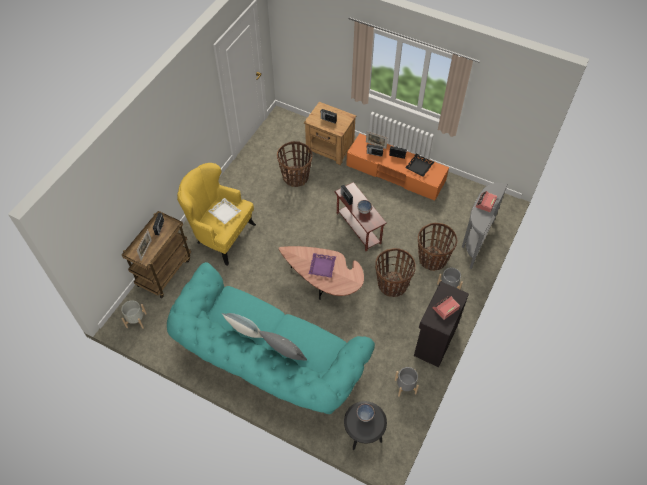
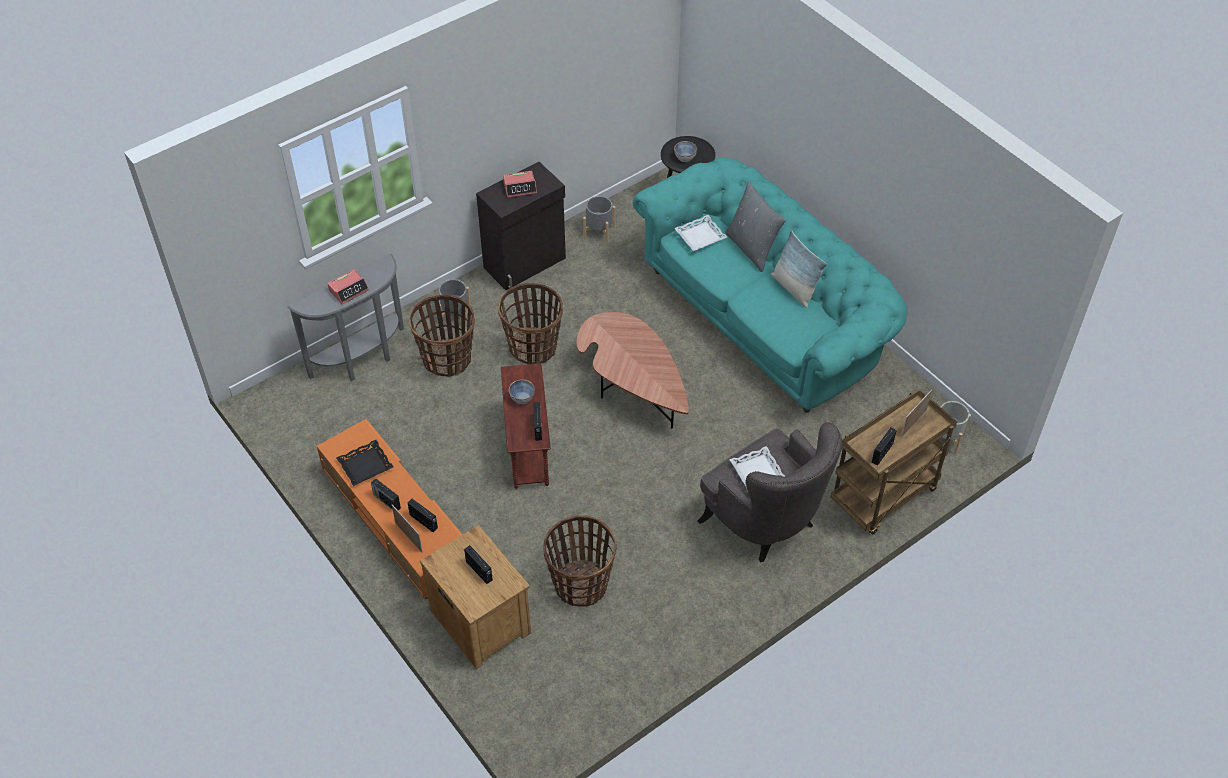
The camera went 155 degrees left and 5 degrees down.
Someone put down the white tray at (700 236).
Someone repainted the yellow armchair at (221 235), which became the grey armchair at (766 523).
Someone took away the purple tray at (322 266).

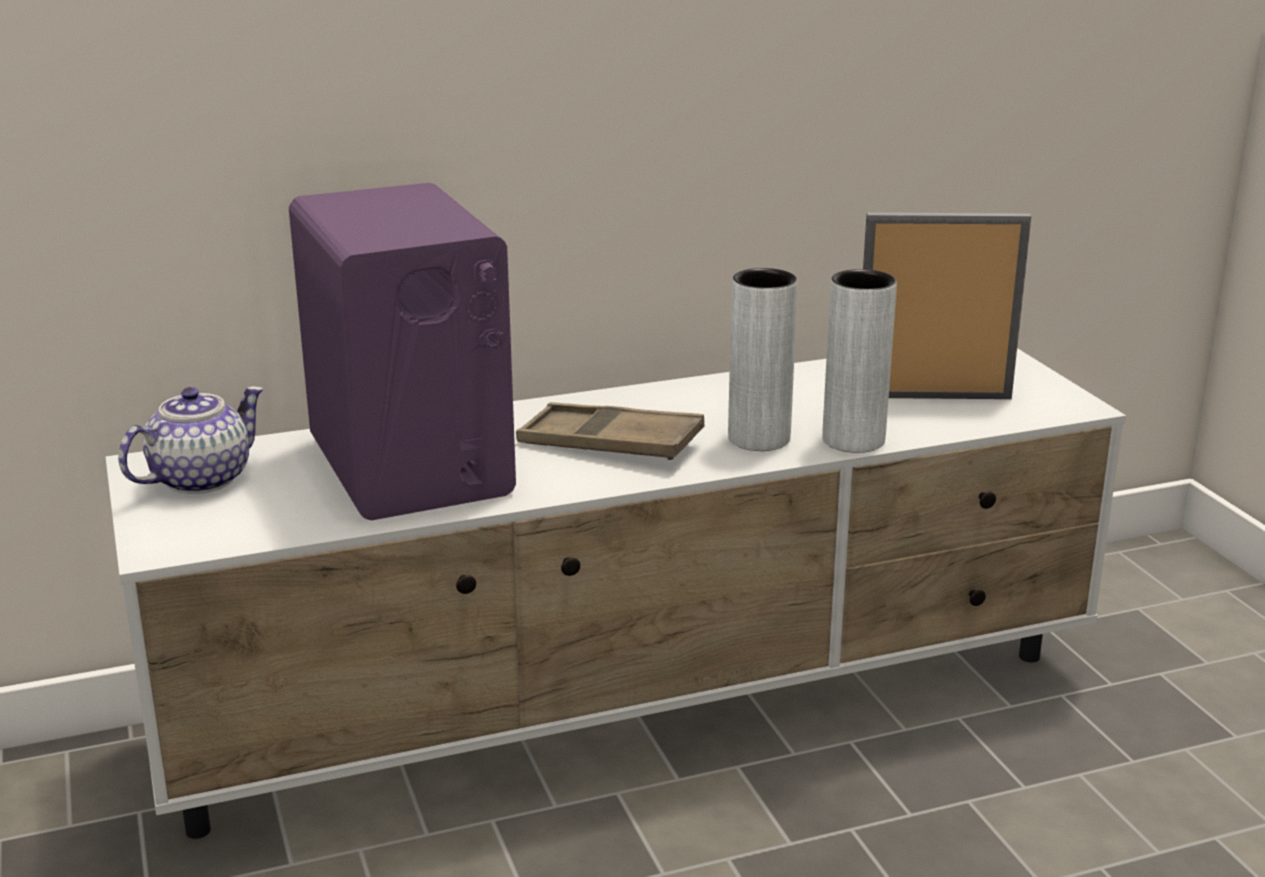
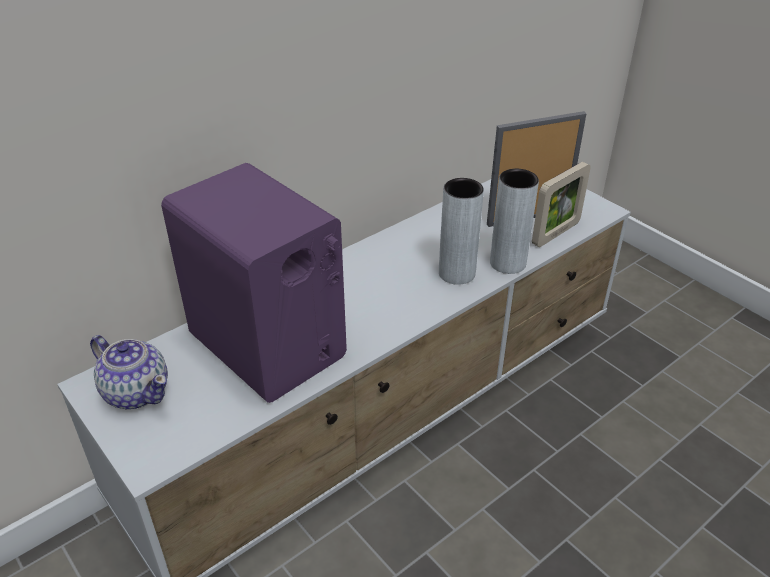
The camera went 20 degrees left and 15 degrees up.
Someone rotated the teapot at (199 479) by 105 degrees clockwise.
Someone put down the picture frame at (555 233).
Someone took away the brown tray at (610 443).

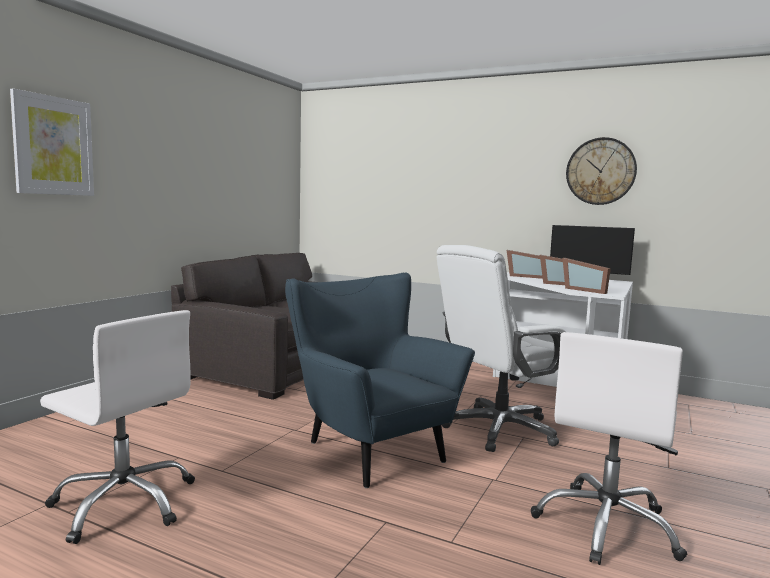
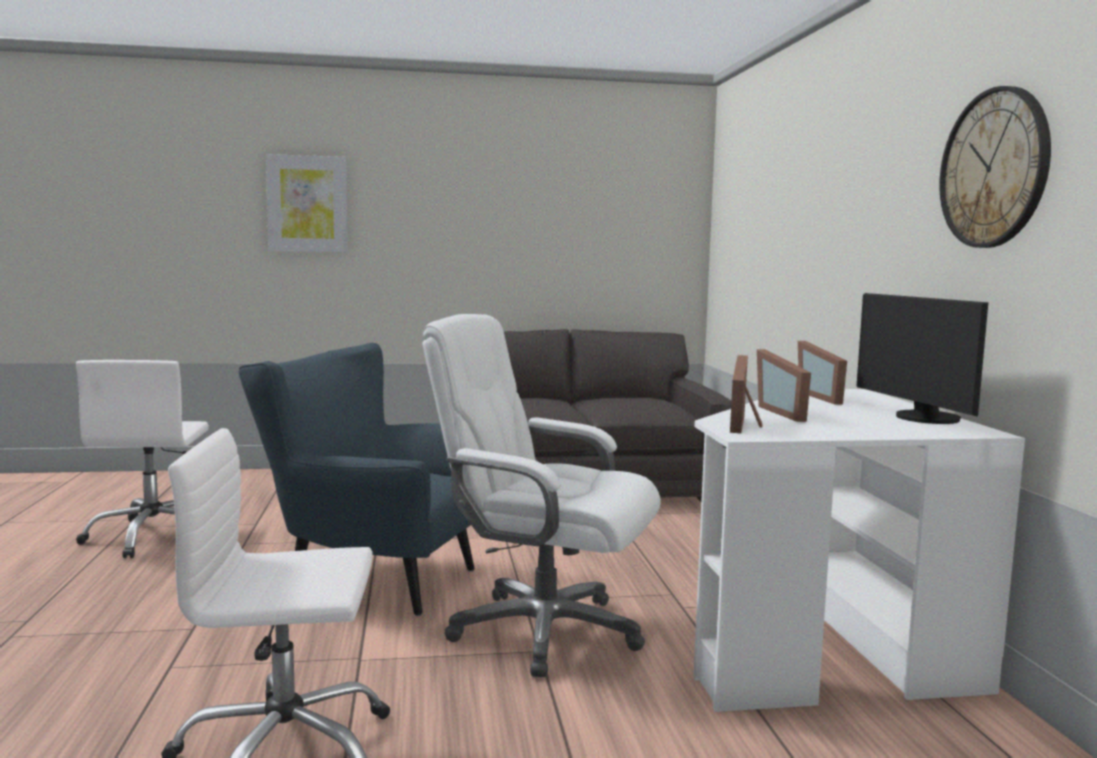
The camera went 55 degrees right and 0 degrees up.
Someone rotated the blue armchair at (367 448) by 90 degrees counterclockwise.

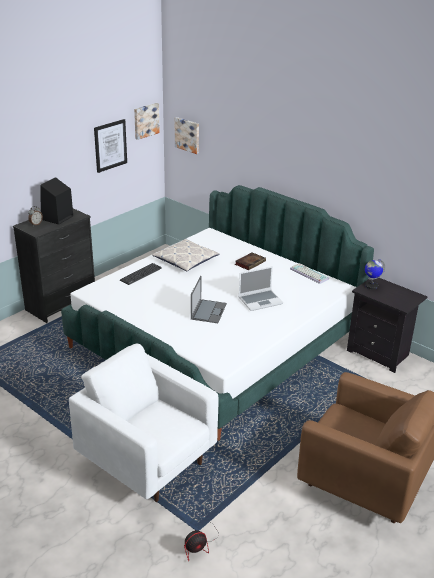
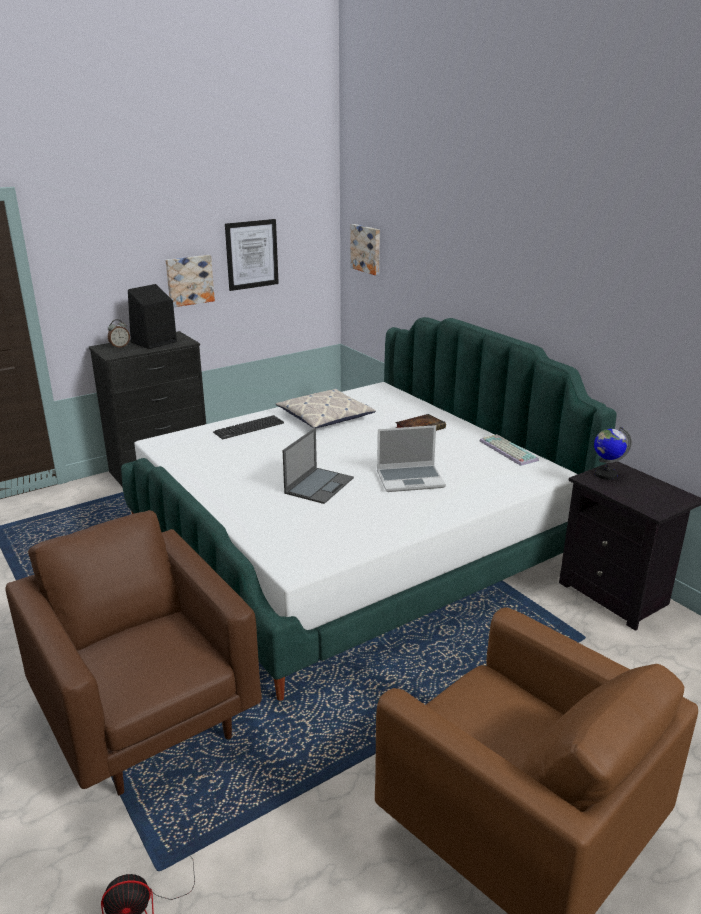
The camera went 15 degrees right and 5 degrees down.
Someone repainted the white armchair at (147 461), which became the brown armchair at (147 716).
Someone carried the picture from (145 120) to (189 280).

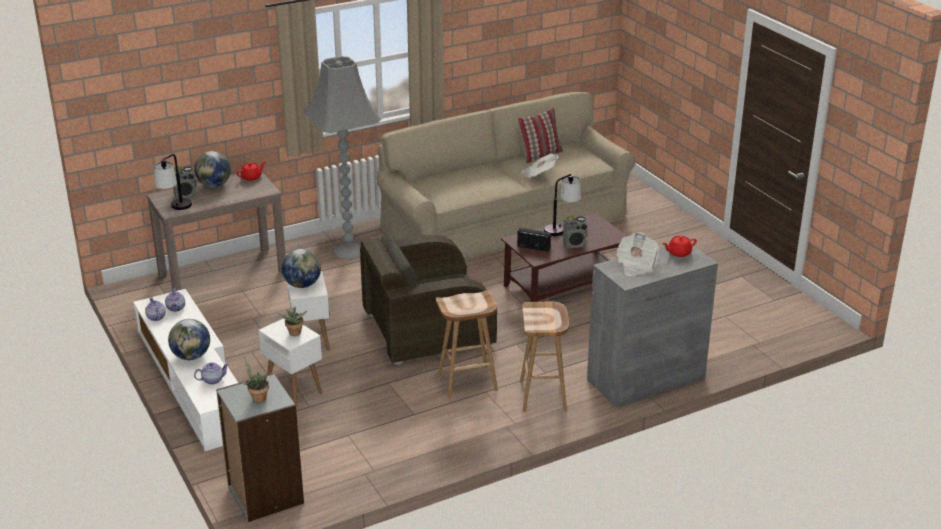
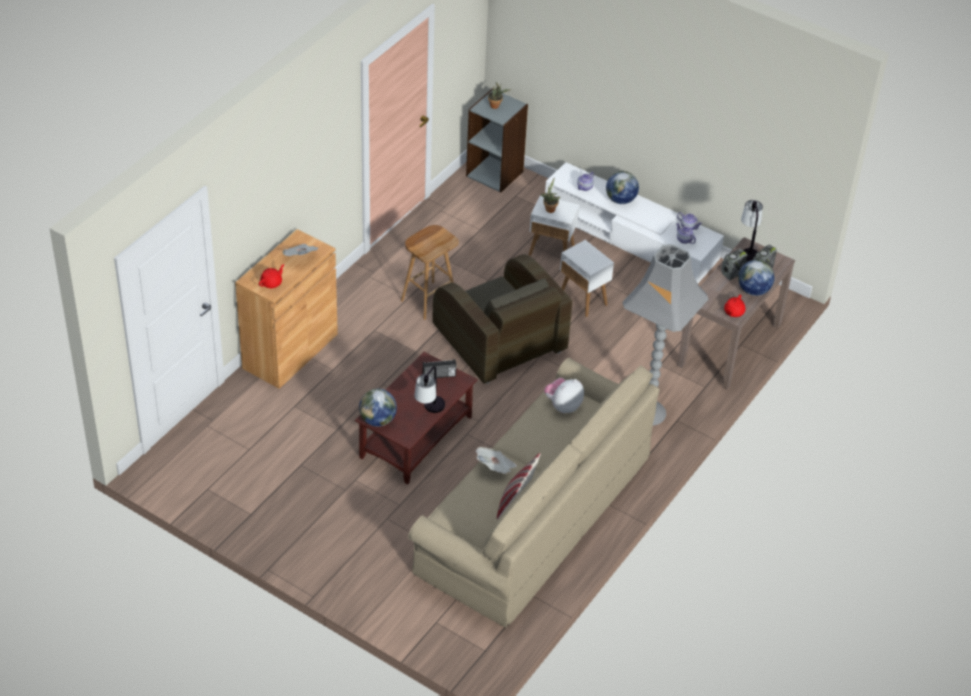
The camera went 150 degrees right and 15 degrees up.
Someone repainted the grey cabinet at (646 378), which became the brown cabinet at (290 351).
Someone carried the globe from (302 285) to (377 420).
Someone rotated the brown armchair at (426 330) by 105 degrees clockwise.
Someone put down the plush toy at (563 406).
Someone carried the radio from (575 244) to (732 273).
Someone took away the brown stool at (543 396).

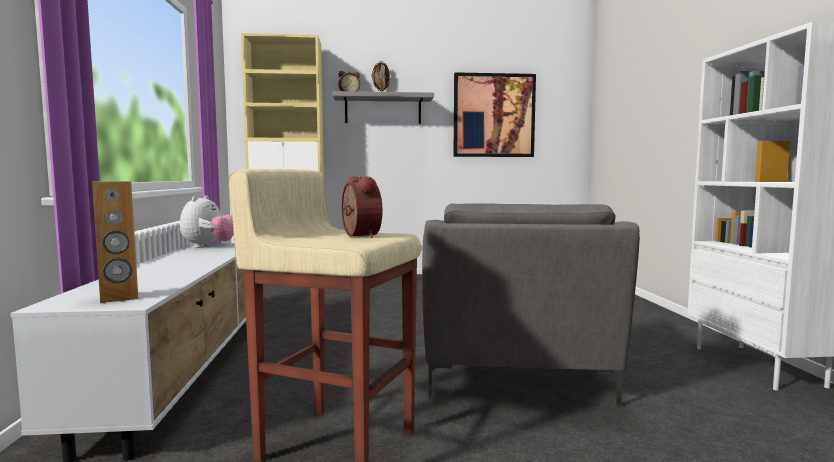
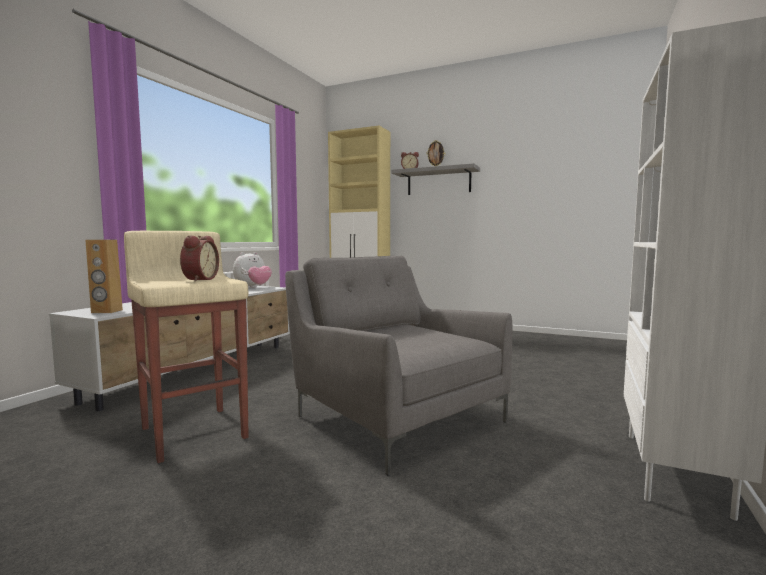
The camera went 30 degrees right and 0 degrees up.
Someone rotated the grey armchair at (514 372) by 105 degrees clockwise.
Someone took away the picture at (494 115).

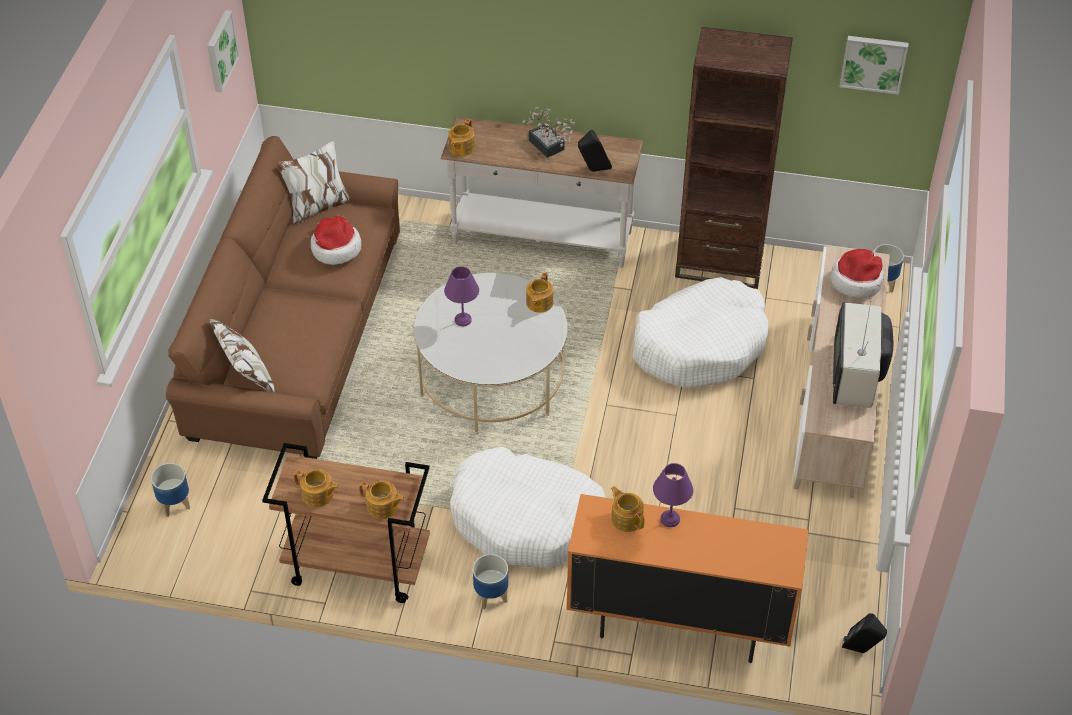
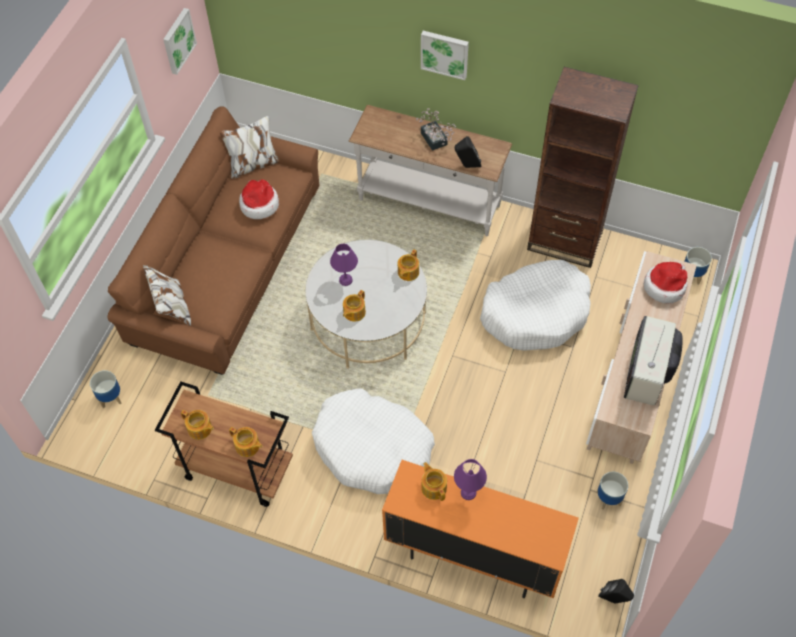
The camera went 10 degrees right and 10 degrees up.
Someone carried the teapot from (461 148) to (353 312).
Someone carried the picture from (873 63) to (445 53).
Someone carried the planter from (490 596) to (608 498).

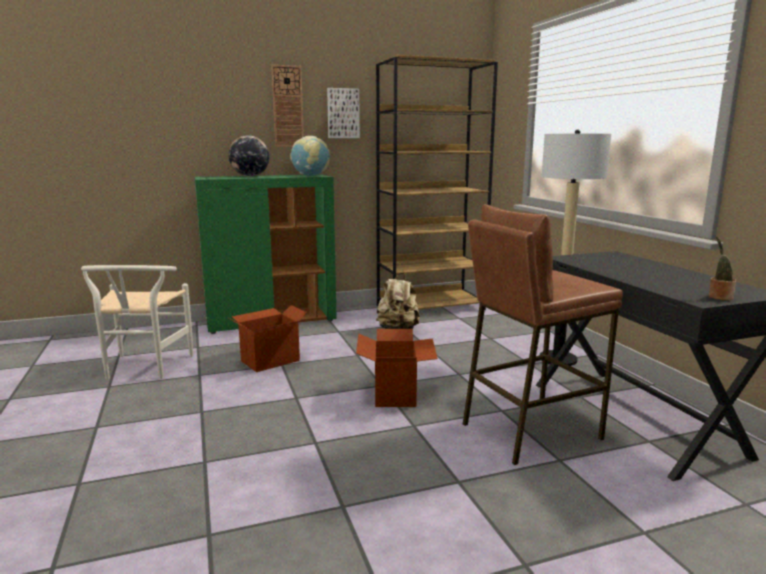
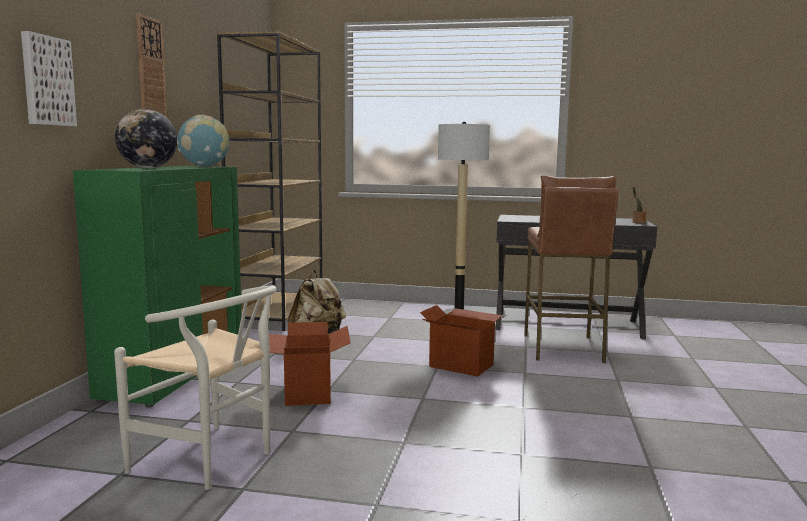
The camera went 60 degrees left and 5 degrees down.
Someone carried the picture from (343 113) to (46 81).

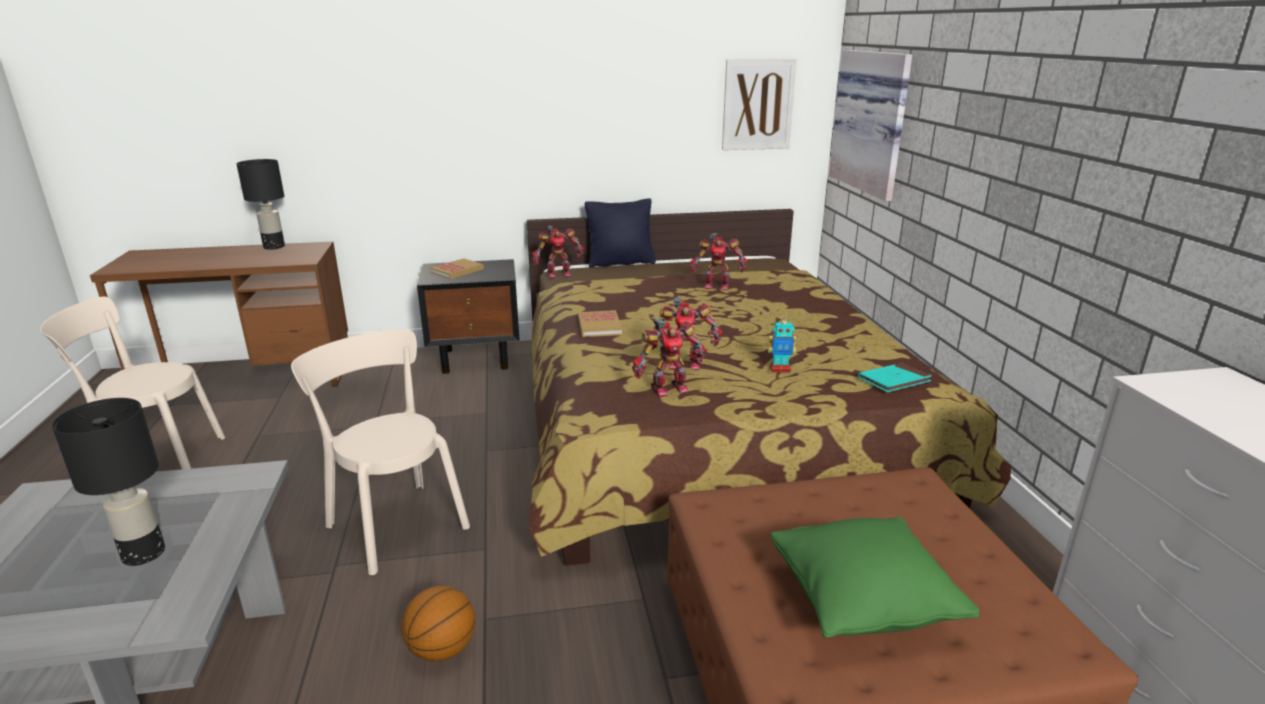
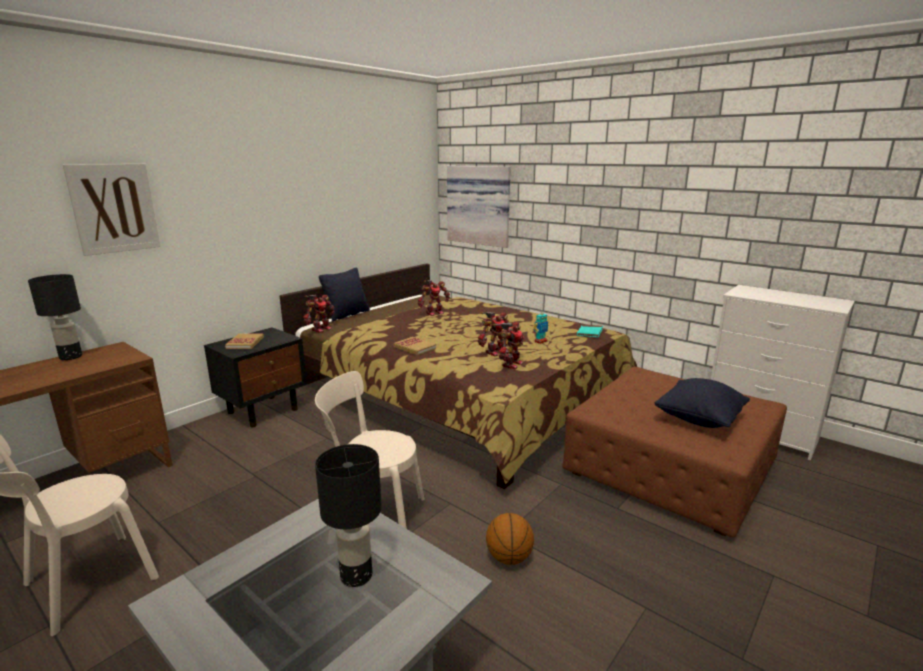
The camera went 40 degrees left and 5 degrees down.
Someone carried the picture from (758 105) to (114 208).
Someone repainted the green pillow at (862 605), which became the black pillow at (699 420).

